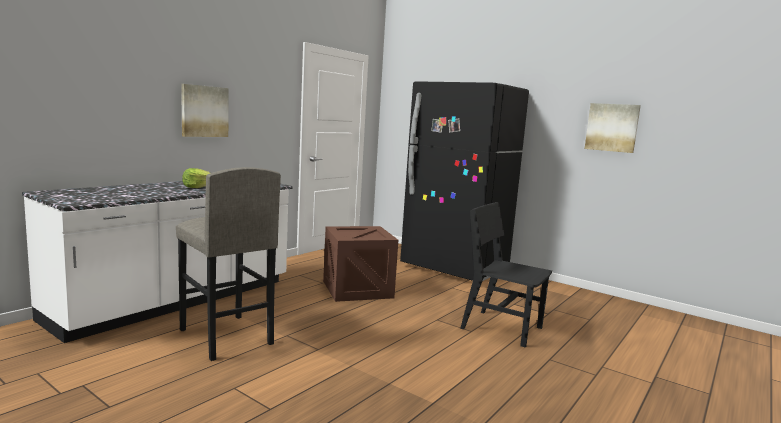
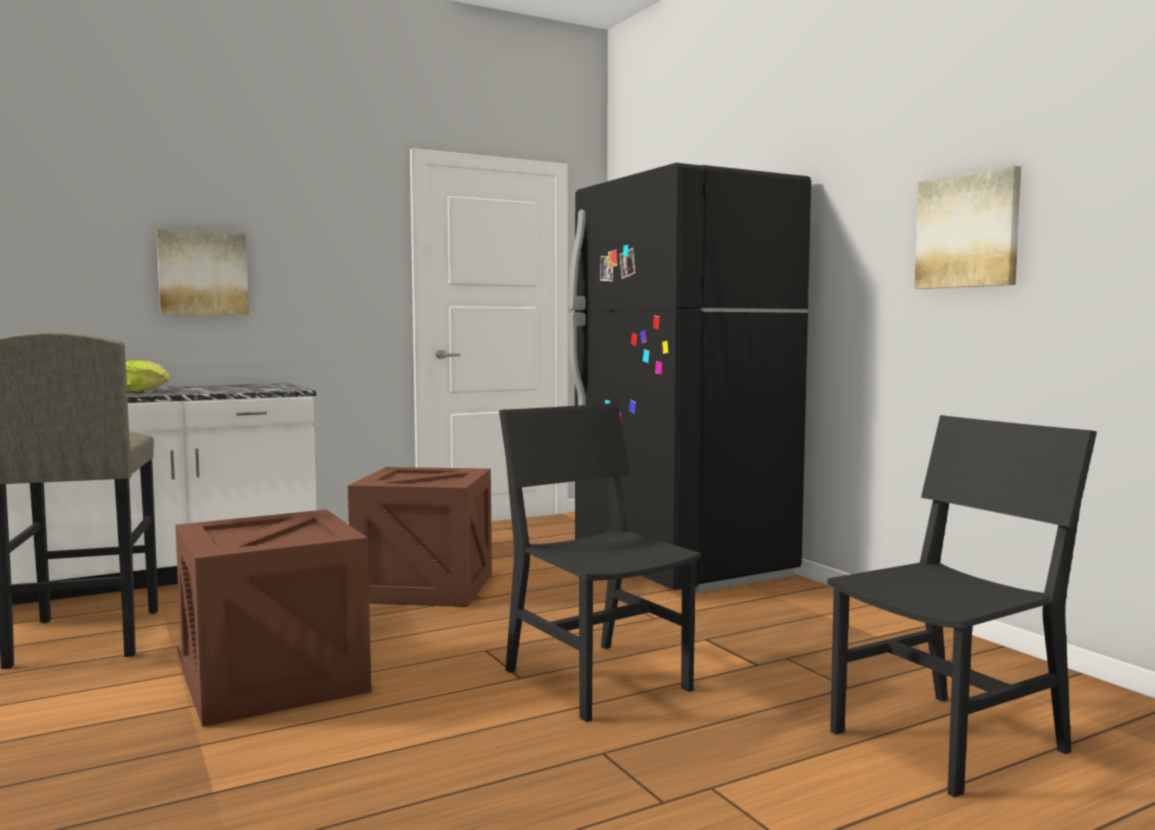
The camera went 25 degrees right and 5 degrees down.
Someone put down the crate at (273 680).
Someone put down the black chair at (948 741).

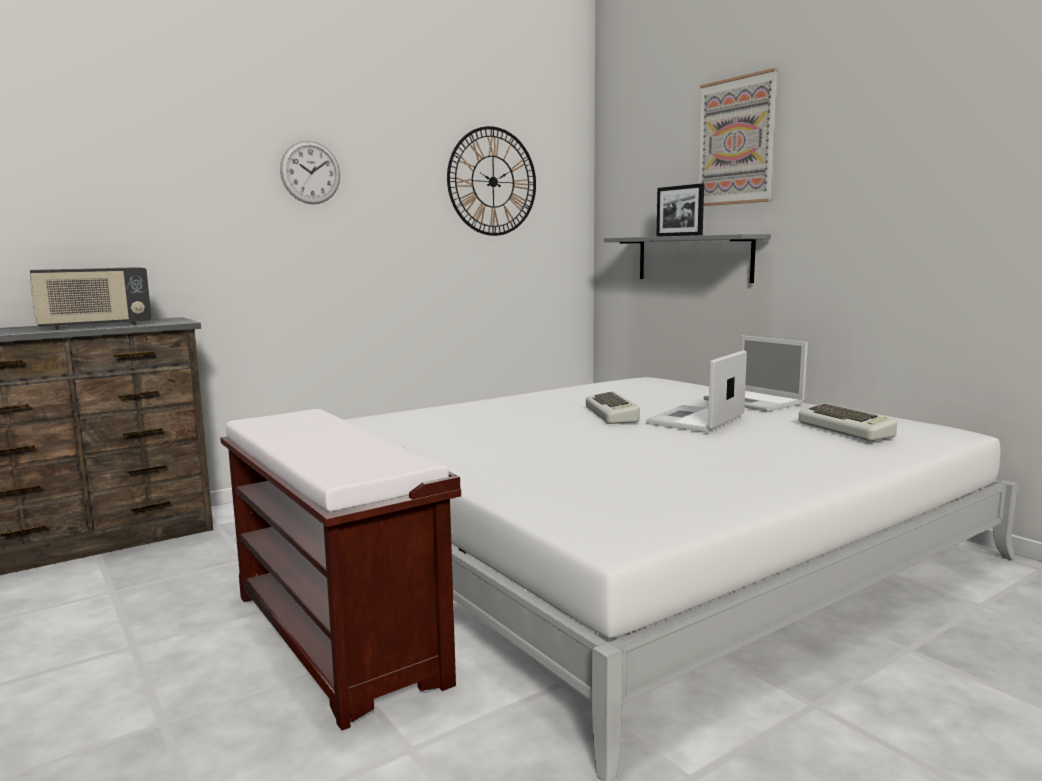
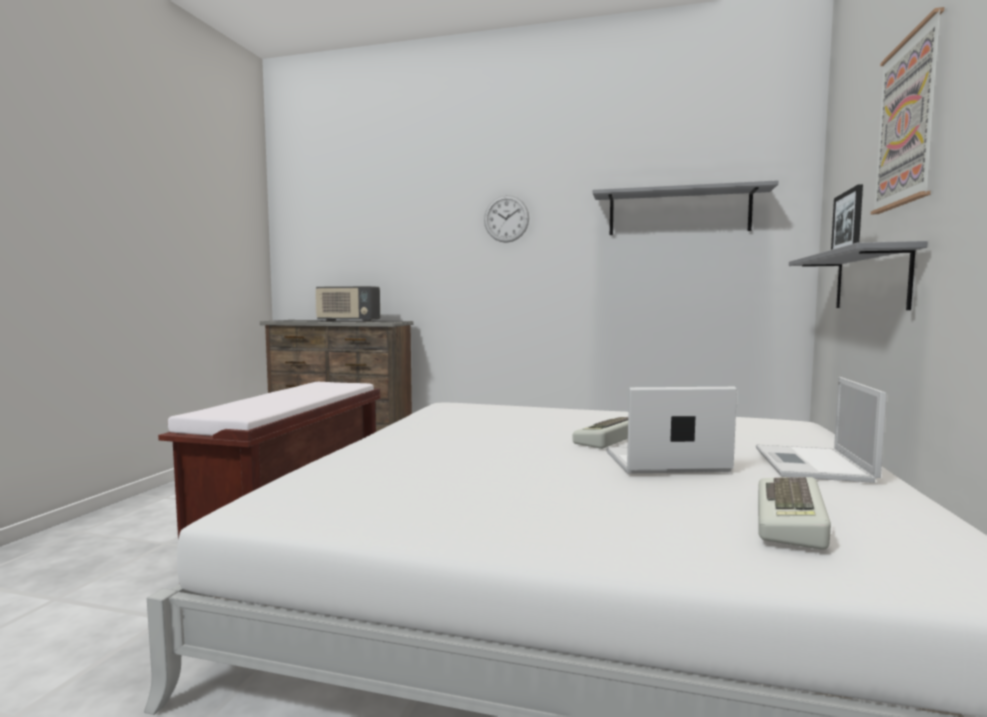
The camera went 50 degrees right and 5 degrees down.
Someone swapped the wall clock at (492 181) for the grey shelf at (678 212).

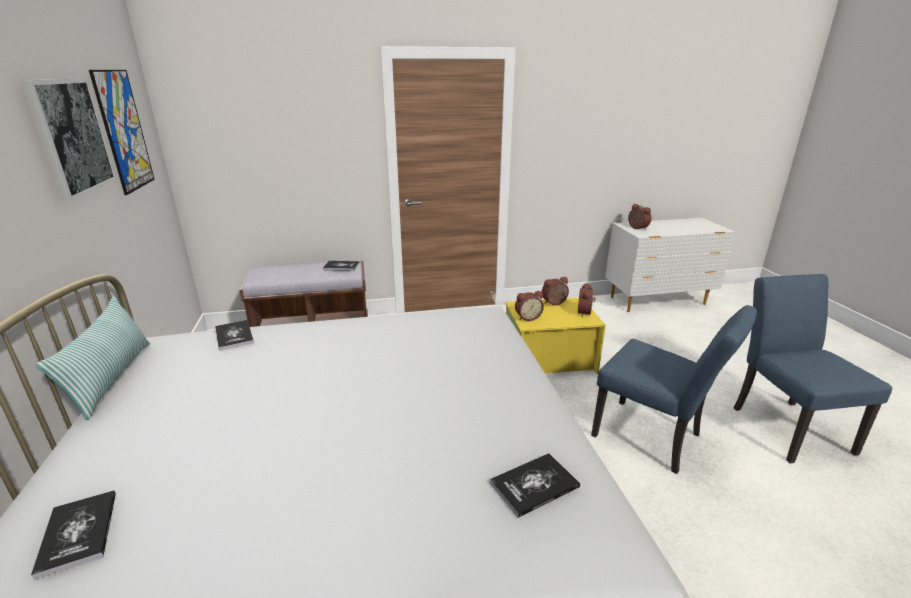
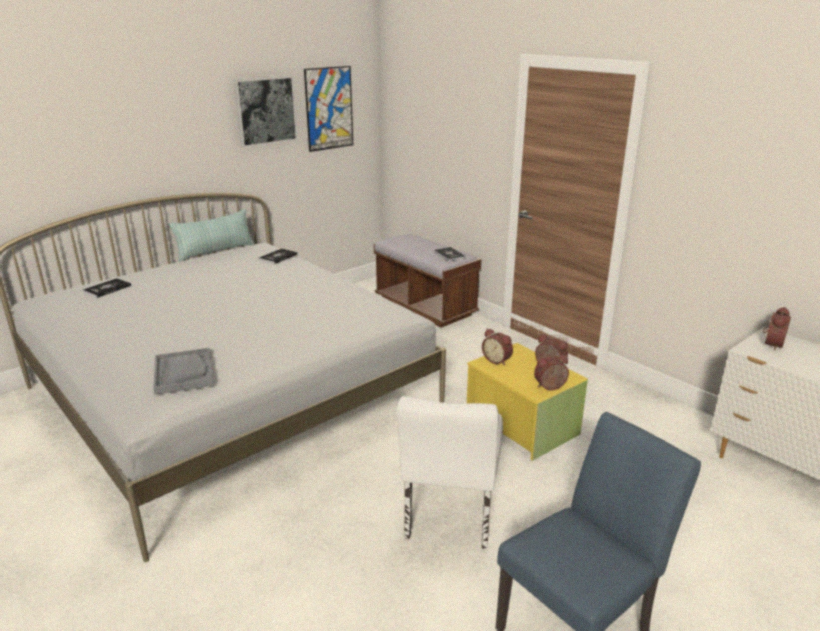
The camera went 60 degrees right and 0 degrees up.
Someone swapped the book at (534 485) for the grey tray at (183 372).
Someone repainted the blue chair at (654 439), which became the white chair at (449 517).

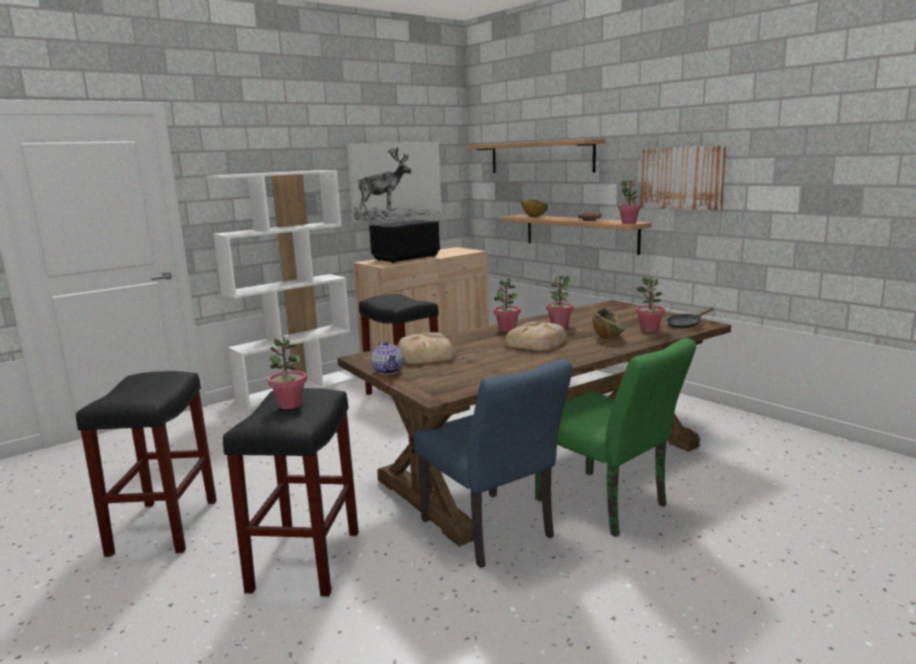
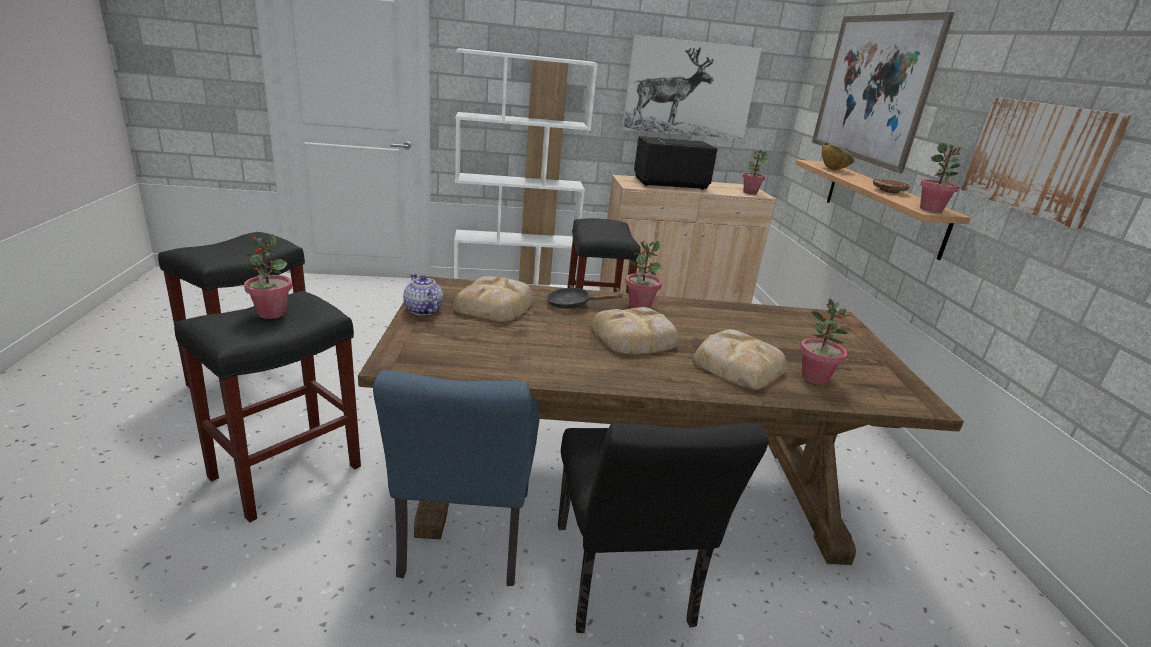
The camera went 30 degrees right and 10 degrees up.
Someone rotated the teapot at (388 371) by 135 degrees clockwise.
Someone carried the black frying pan from (686 325) to (573 305).
Someone repainted the green chair at (608 506), which became the black chair at (624 583).
Someone swapped the bowl at (607 337) for the bread at (737 365).
Someone carried the potted plant from (559 326) to (750 192).
Someone swapped the shelf at (540 157) for the picture at (872 88).

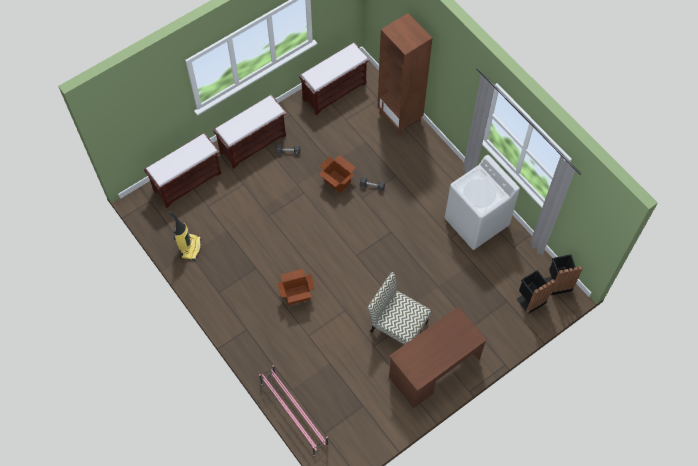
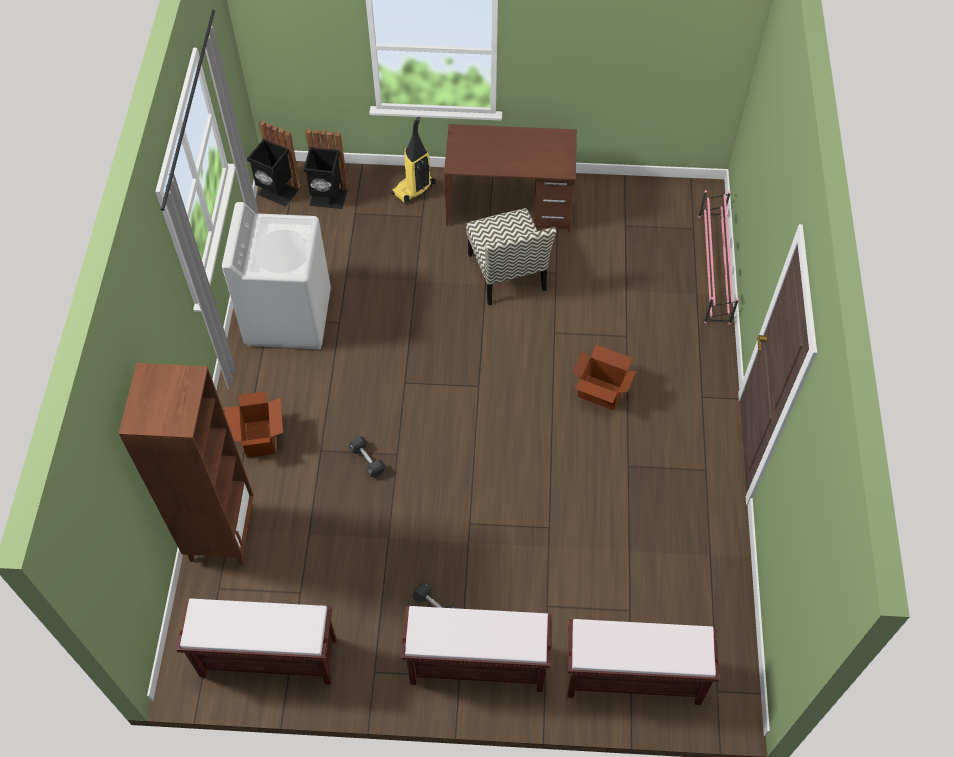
The camera went 140 degrees left and 5 degrees down.
Someone carried the cardboard box from (337 181) to (259 438).
Someone carried the vacuum cleaner from (190 247) to (413 190).

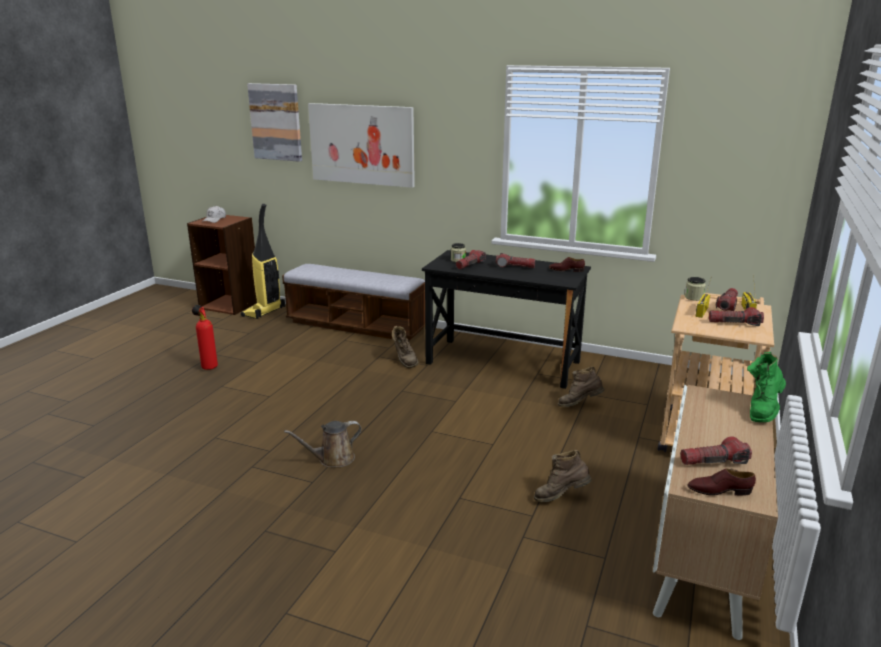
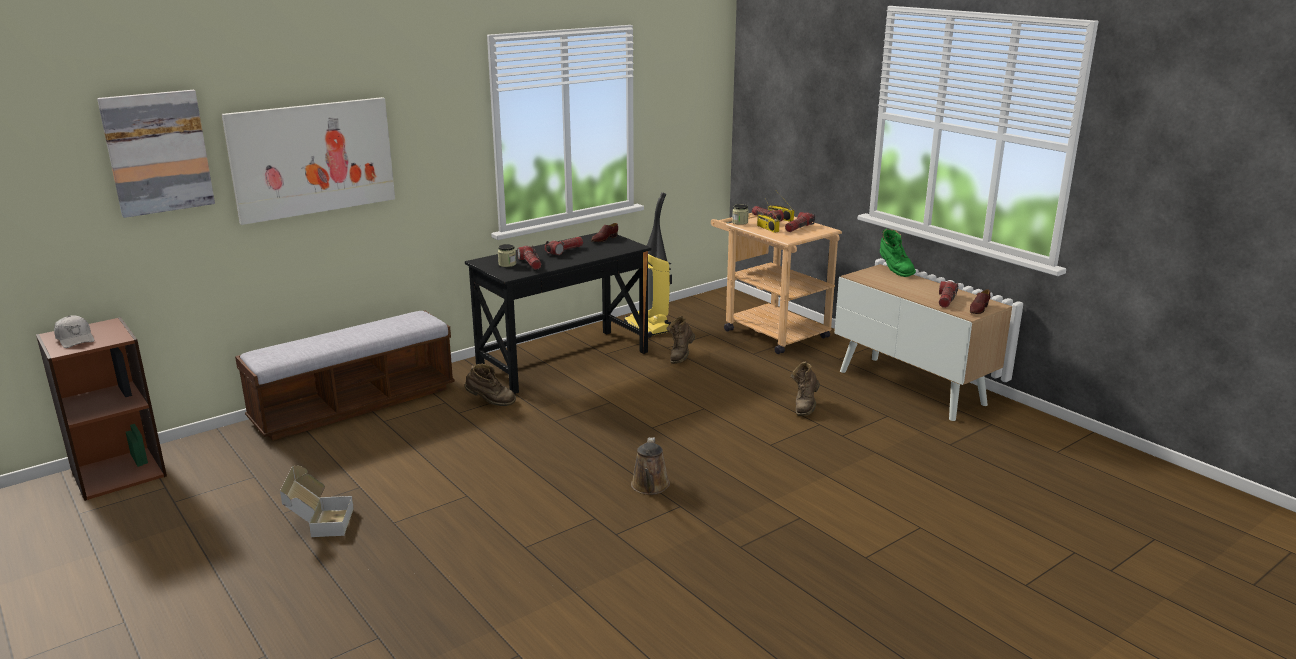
The camera went 60 degrees left and 0 degrees up.
Someone swapped the fire extinguisher at (208 366) for the cardboard box at (319 523).
Someone carried the vacuum cleaner from (264 312) to (648 327).

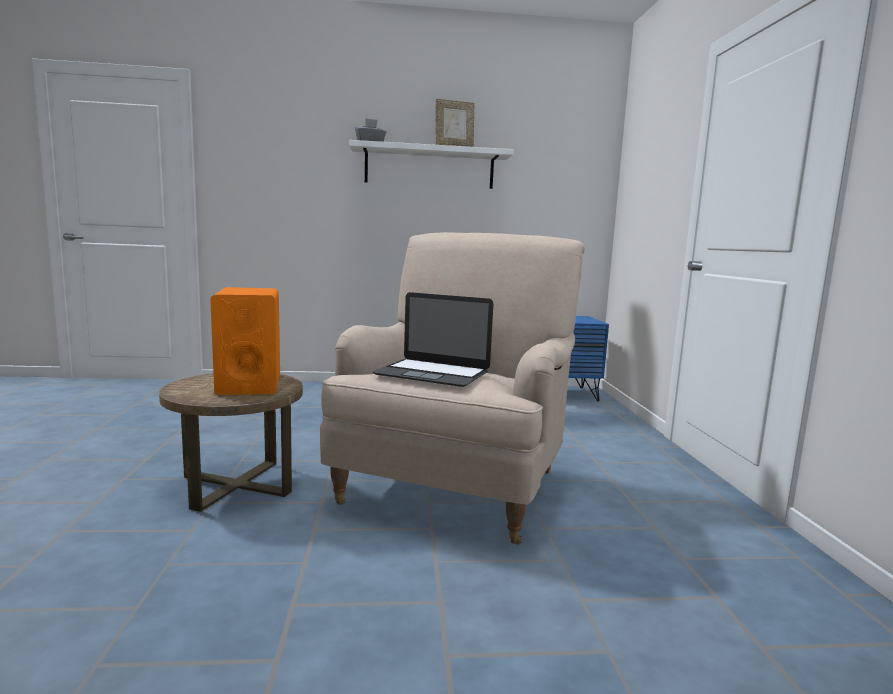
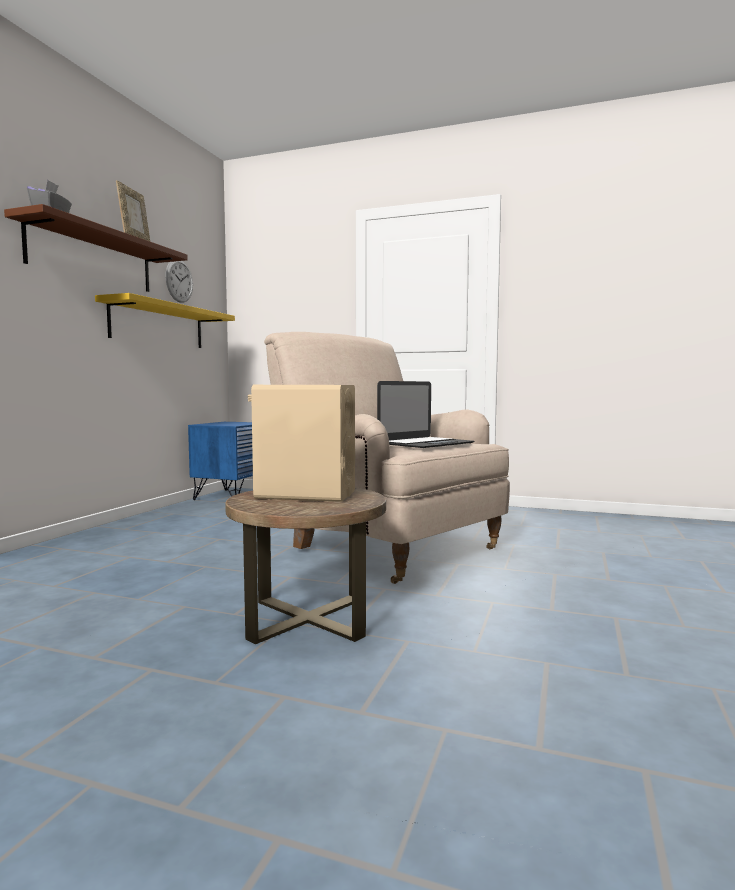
The camera went 65 degrees left and 5 degrees down.
Someone repainted the white shelf at (429 168), which became the brown shelf at (92 258).
Someone put up the yellow shelf at (158 325).
Someone put up the wall clock at (179 281).
Someone repainted the orange speaker at (249 384), which became the beige speaker at (305 494).

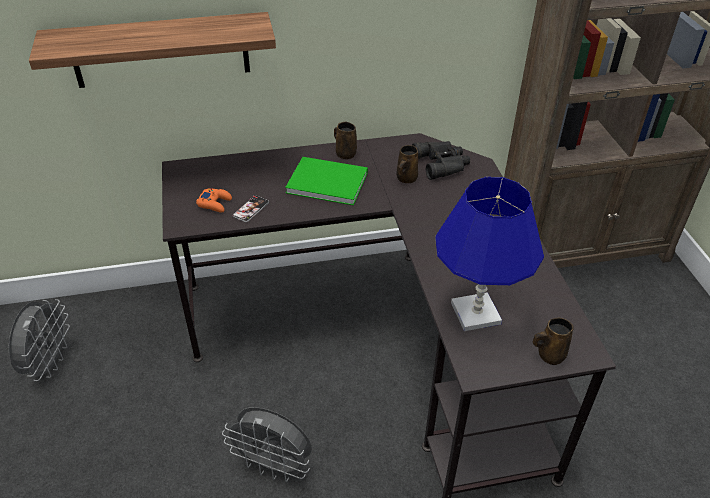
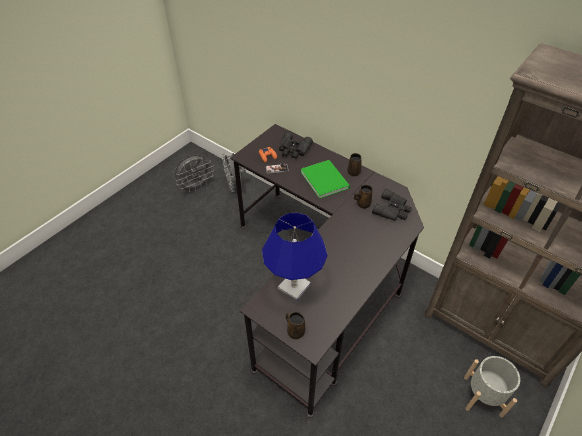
The camera went 50 degrees right and 5 degrees up.
Someone carried the grey fan from (274 466) to (235 186).
Someone put down the black binoculars at (293 150).
Someone put down the grey planter at (483 395).
Someone took away the shelf at (160 50).

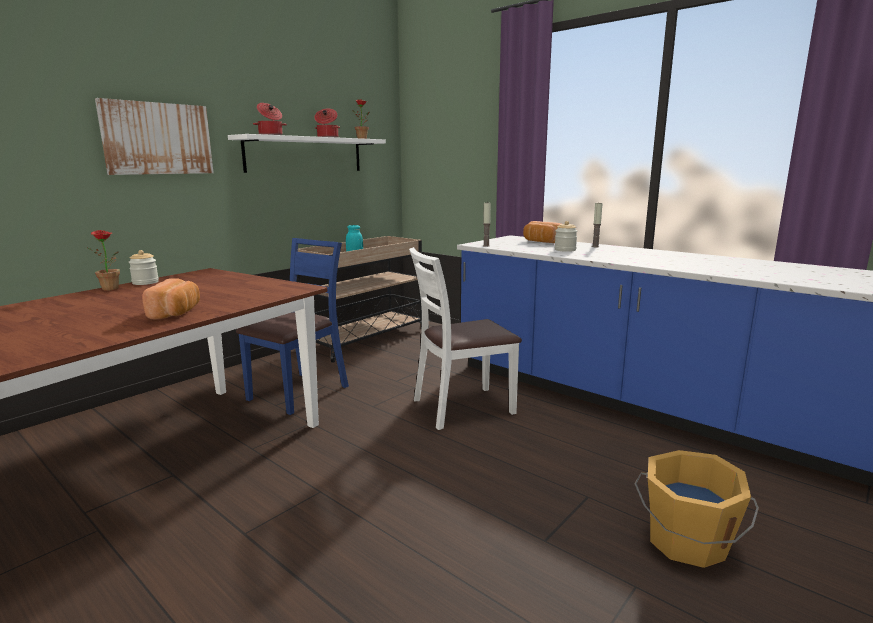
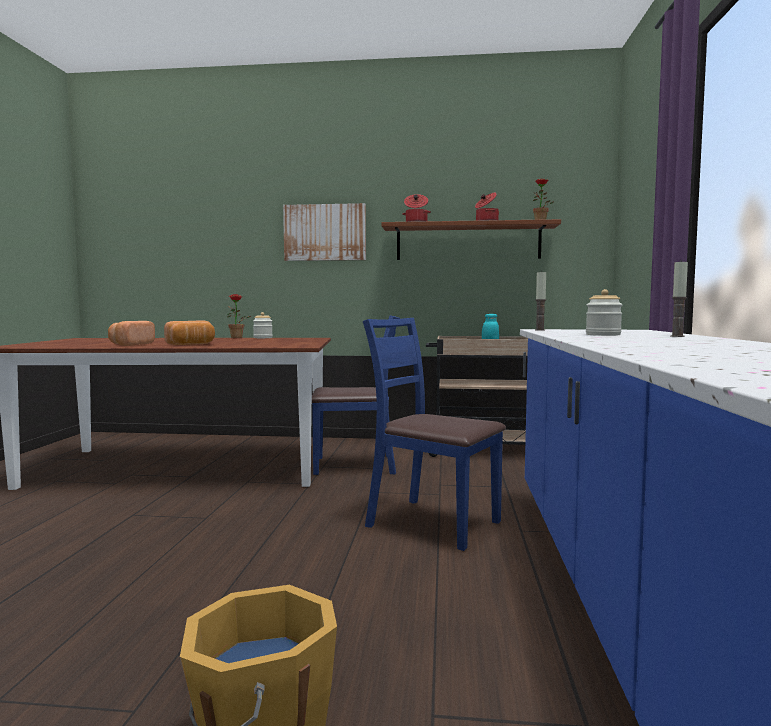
The camera went 55 degrees right and 10 degrees down.
Someone carried the bread from (541 242) to (130 344).
Someone repainted the white chair at (462 407), which became the blue chair at (432 523).
Someone repainted the white shelf at (305 154), which became the brown shelf at (468 242).

